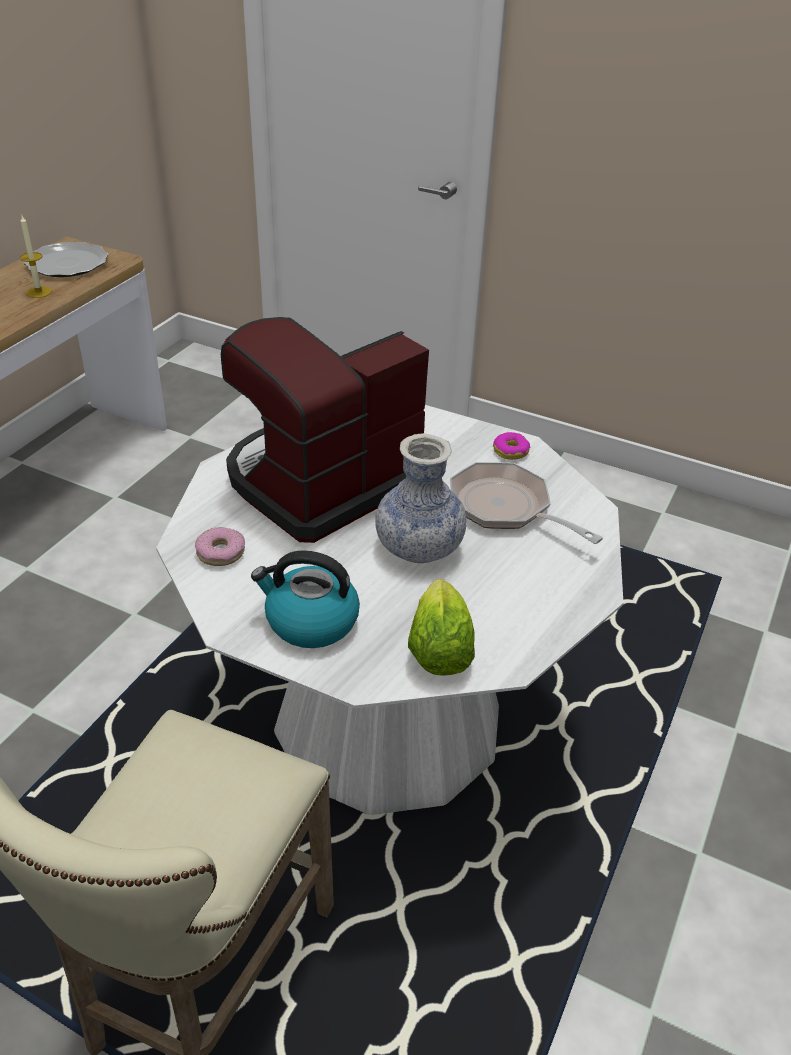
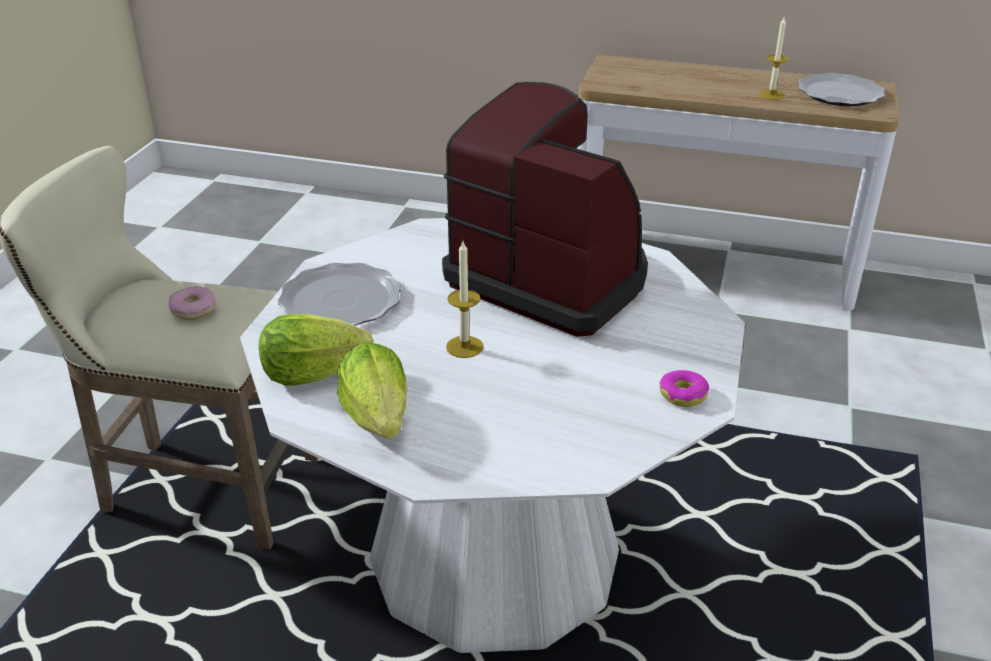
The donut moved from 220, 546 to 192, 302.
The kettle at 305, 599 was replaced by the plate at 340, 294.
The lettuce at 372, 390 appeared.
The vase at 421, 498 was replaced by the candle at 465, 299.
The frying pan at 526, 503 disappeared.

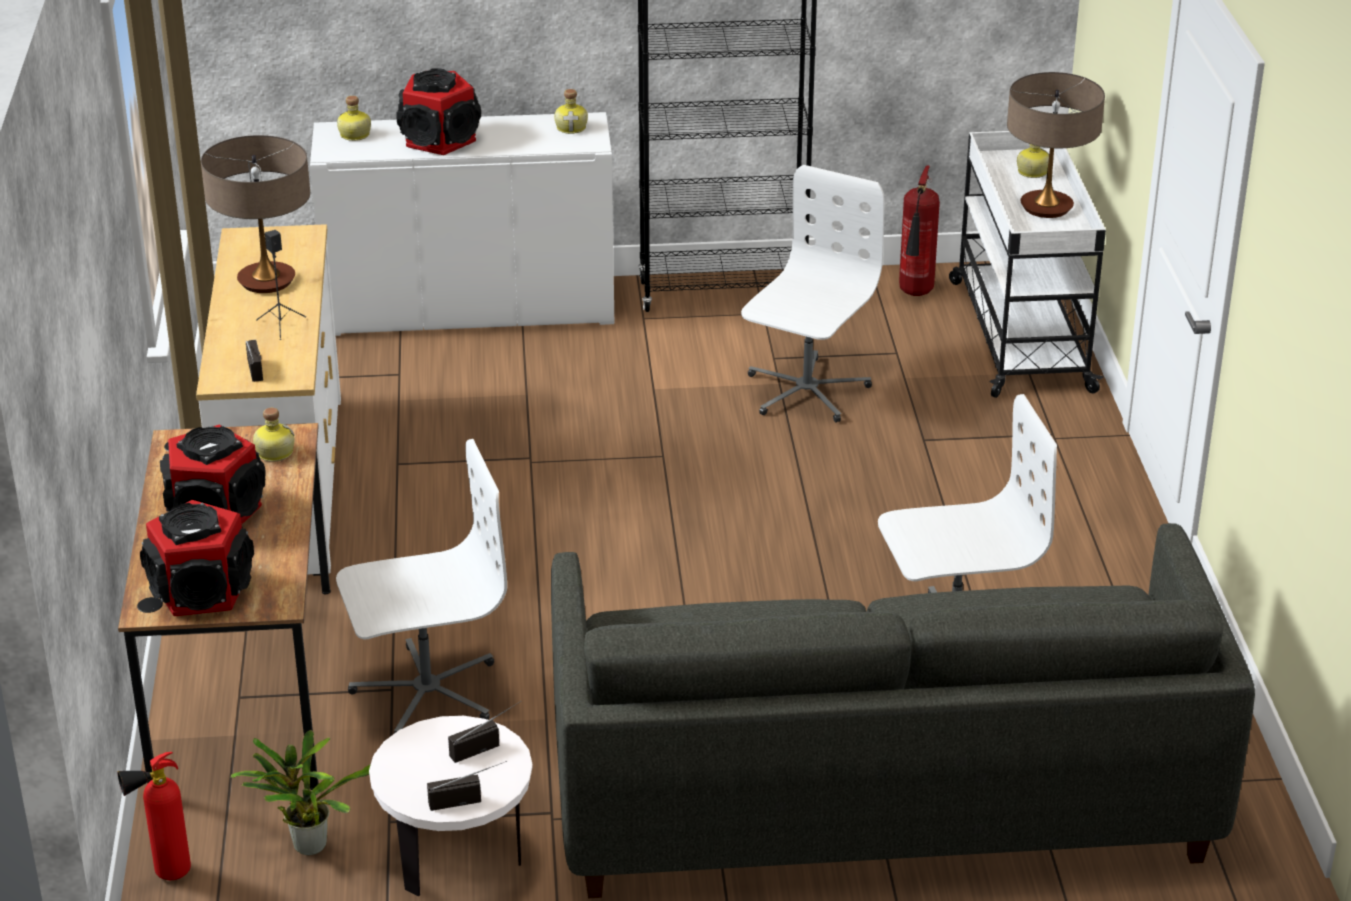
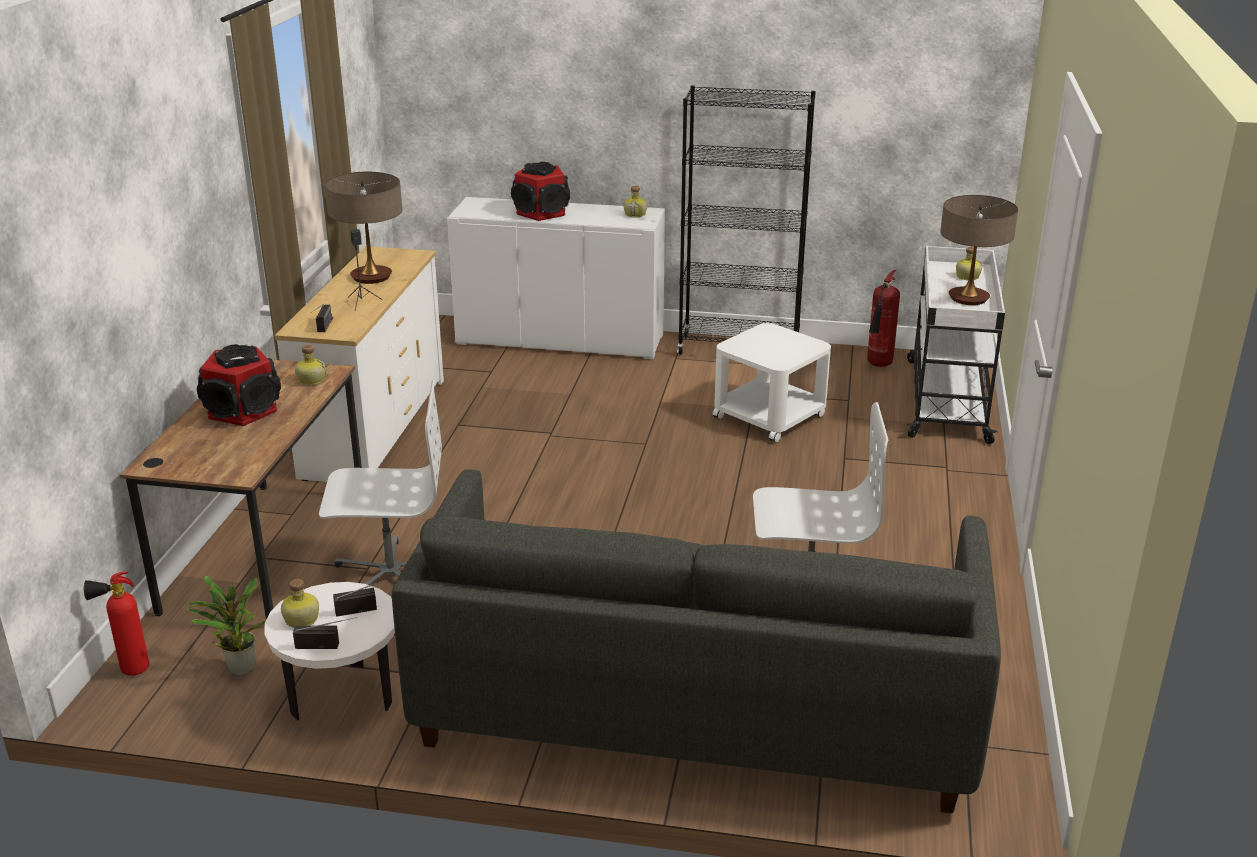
The bottle moved from 354, 118 to 300, 603.
The white office chair at 812, 294 was replaced by the white side table at 771, 383.
The speaker at 197, 558 disappeared.

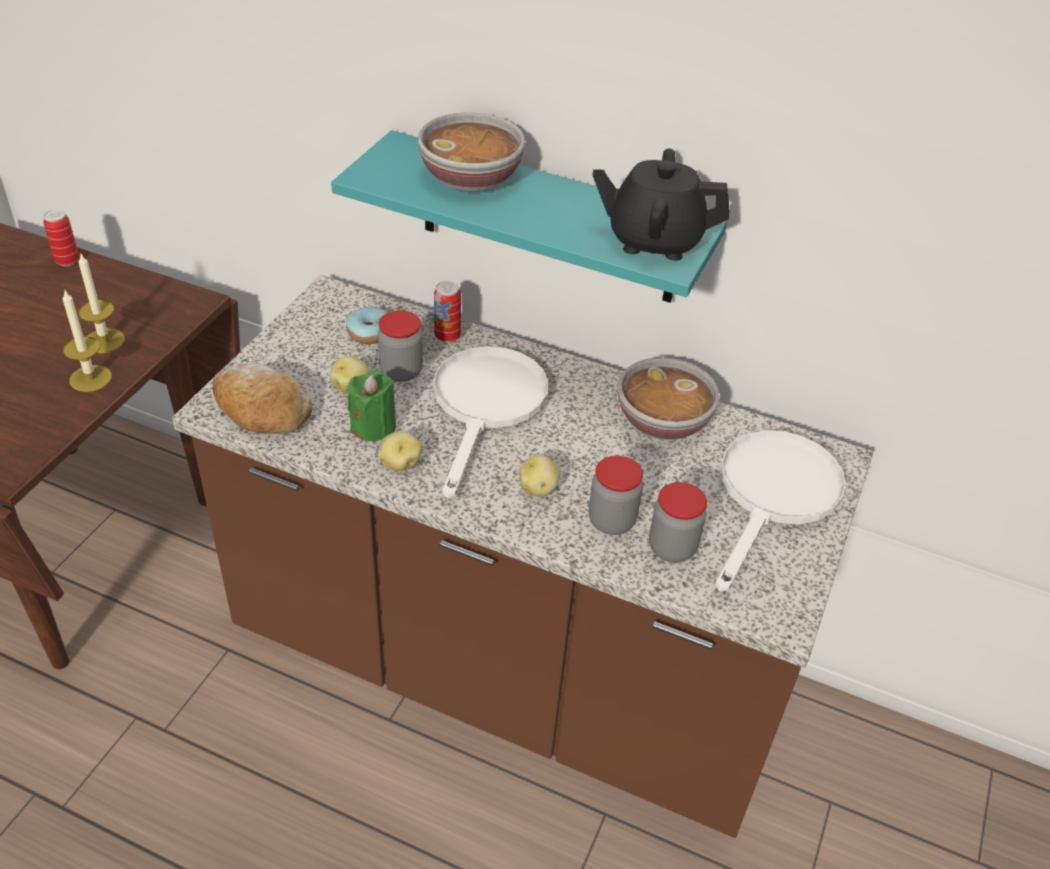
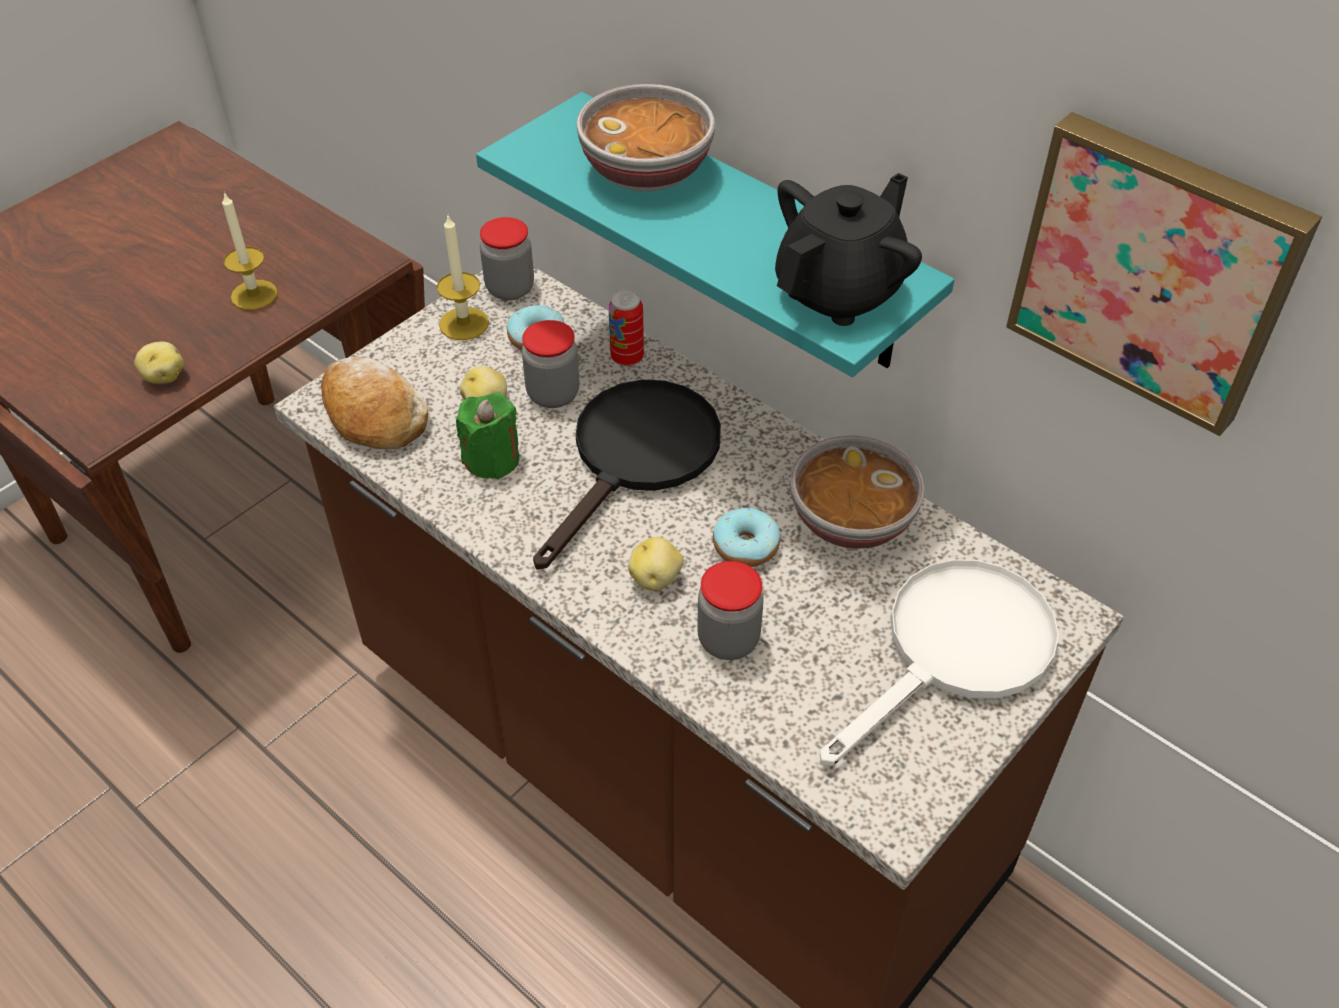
The potato moved from 400, 451 to 159, 363.
The candle moved from 87, 341 to 463, 278.
The jar moved from 678, 522 to 507, 259.
The white frying pan at 490, 422 became the black frying pan at 627, 475.
The donut at 746, 537 appeared.
The black teapot at 661, 205 turned 105 degrees clockwise.
The picture at 1164, 274 appeared.
The can at 61, 237 disappeared.

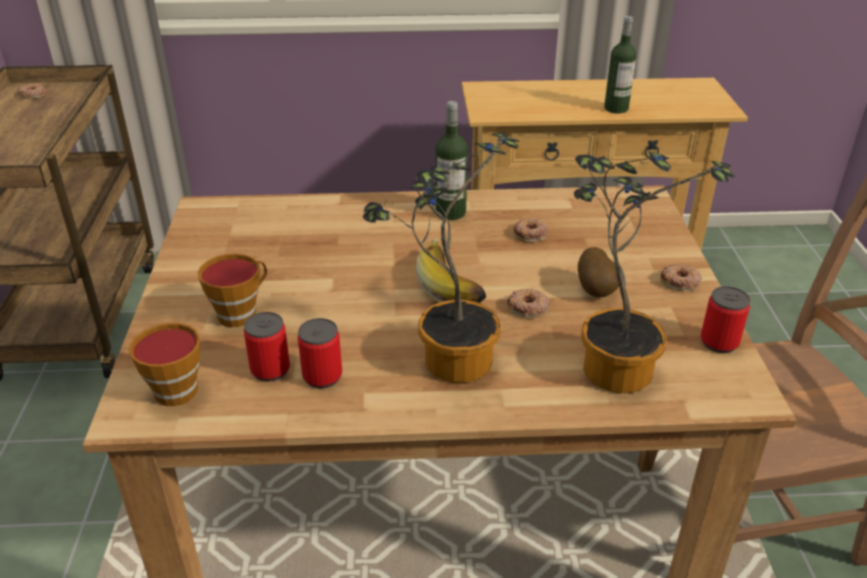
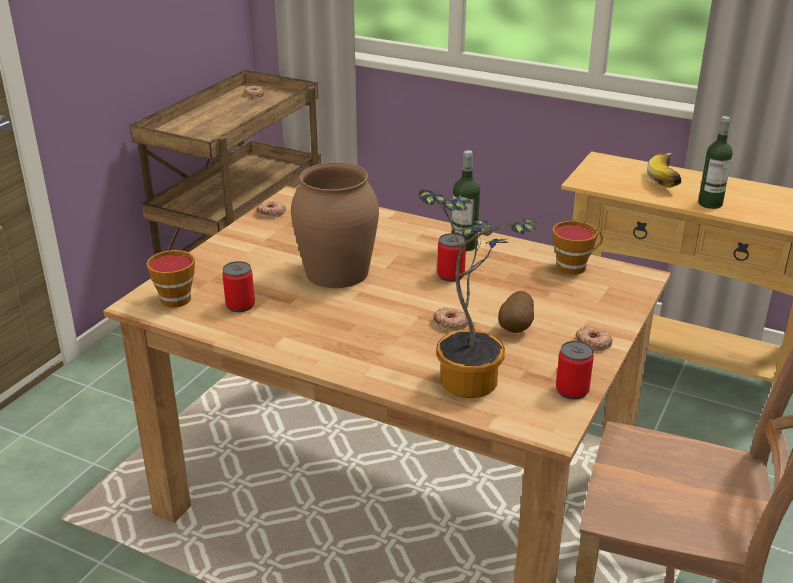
The donut moved from 531, 230 to 271, 209.
The brown vase at 335, 225 appeared.
The can moved from 320, 353 to 451, 257.
The cup moved from 232, 290 to 577, 248.
The banana moved from 451, 270 to 664, 170.
The potted plant at 441, 257 disappeared.

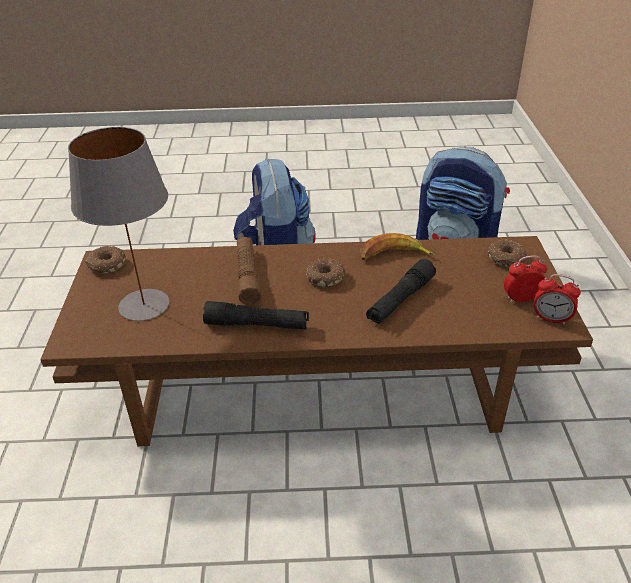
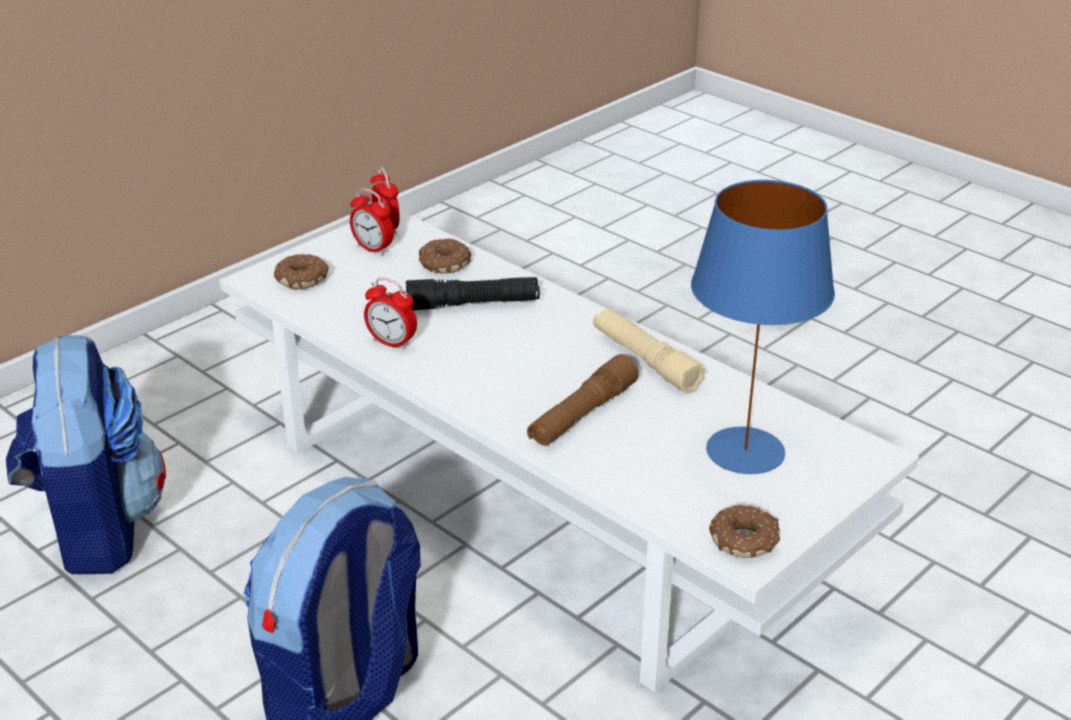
The brown coffee table at 316, 341 became the white coffee table at 569, 451.
The banana at 397, 246 was replaced by the alarm clock at 390, 314.
The donut moved from 326, 272 to 445, 256.
The black flashlight at 256, 315 became the beige flashlight at 649, 351.
The grey table lamp at 118, 224 became the blue table lamp at 763, 327.

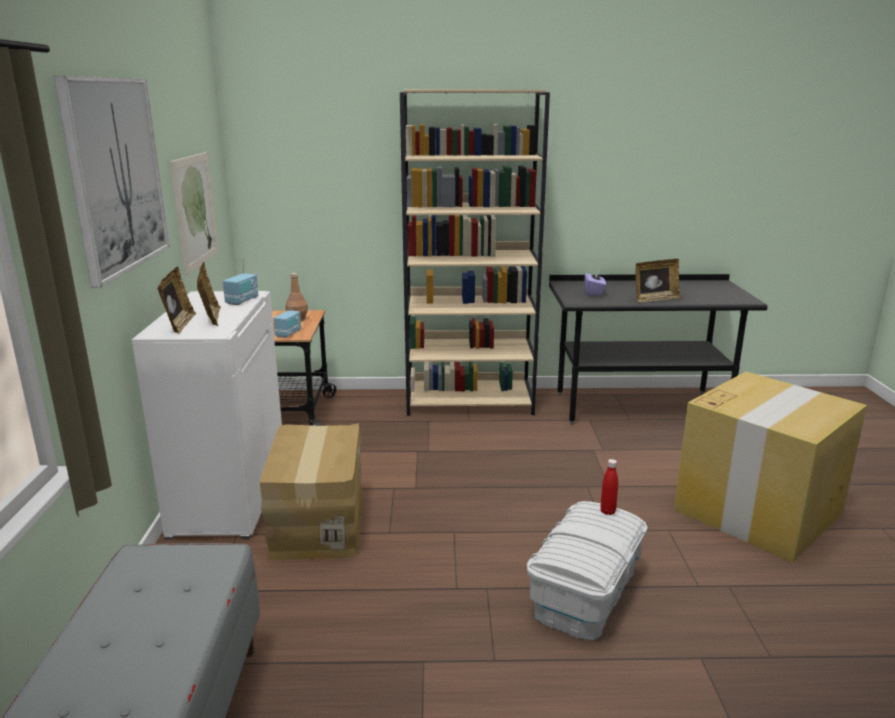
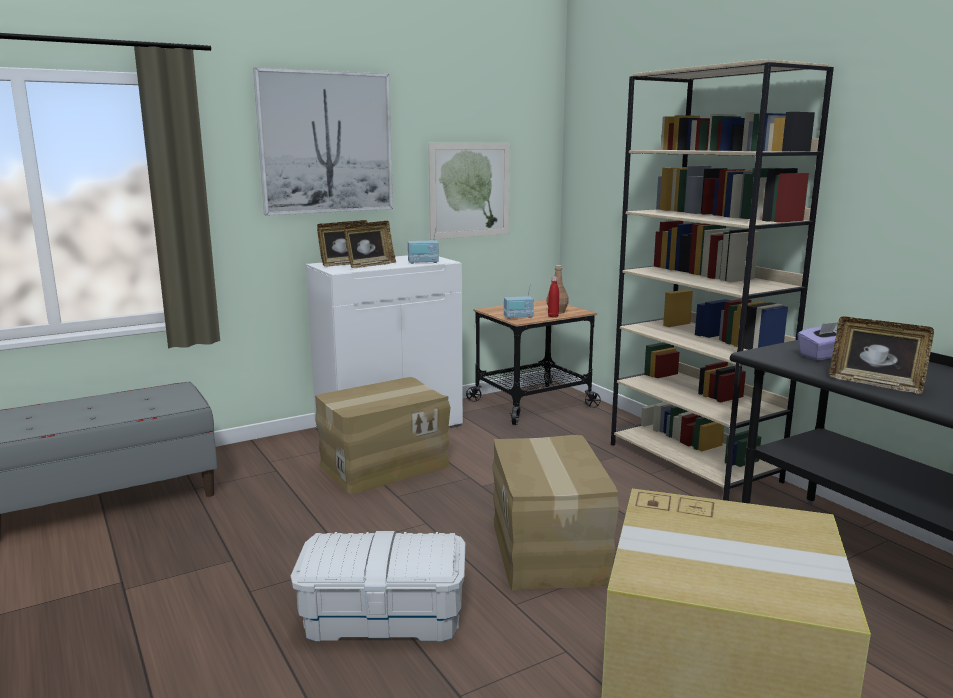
The cardboard box at 556, 513 appeared.
The red bottle moved from 609, 487 to 553, 297.

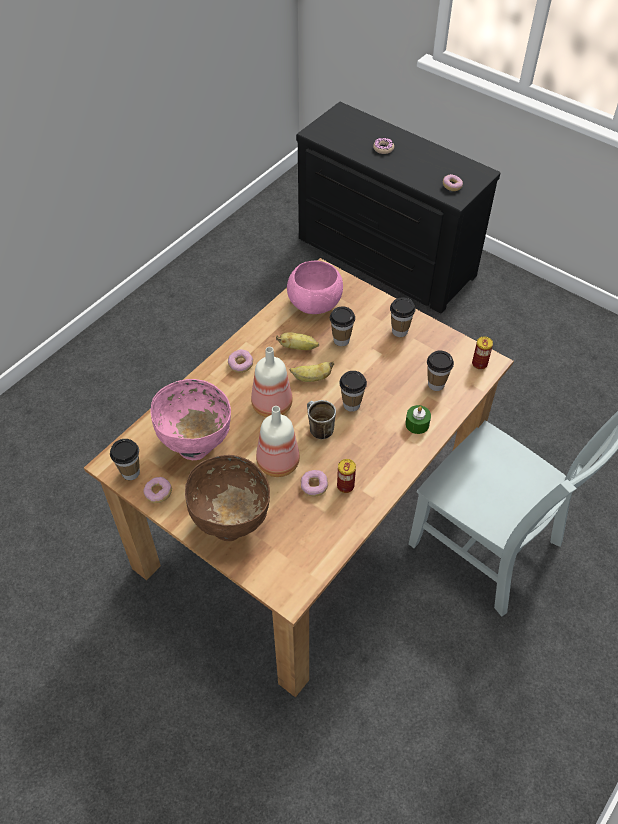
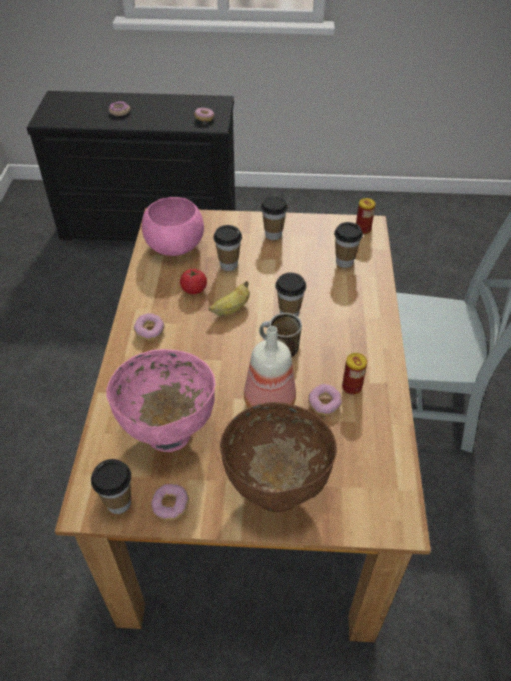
The banana at 297, 341 was replaced by the tomato at 193, 281.
The bottle at 272, 382 disappeared.
The green candle at 418, 419 disappeared.

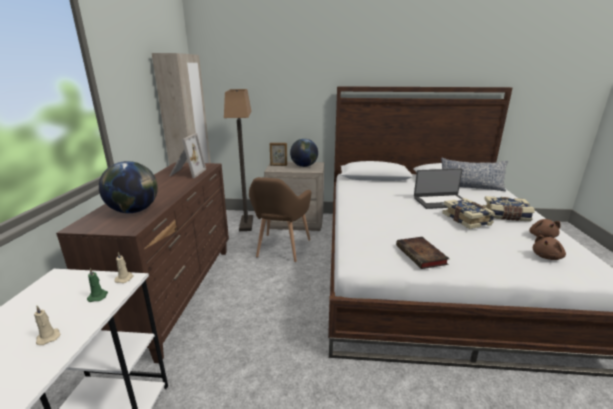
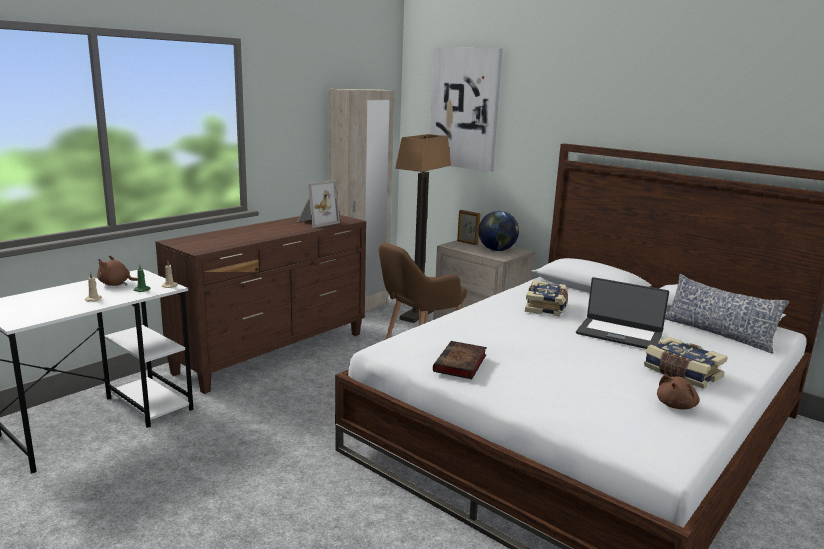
The brown plush toy moved from 549, 247 to 117, 270.
The picture at 466, 110 appeared.
The book moved from 468, 213 to 546, 298.
The globe at 128, 187 disappeared.

